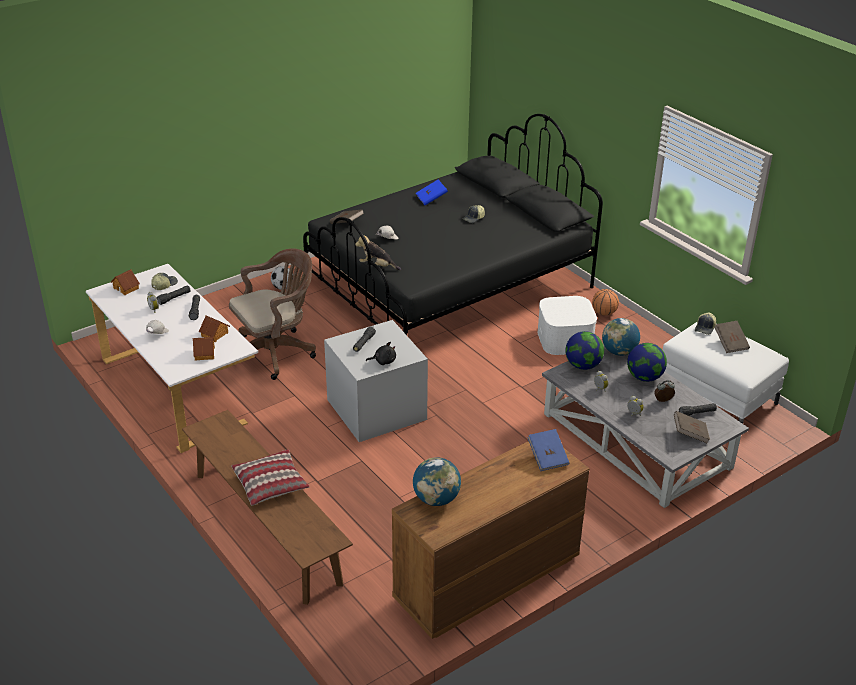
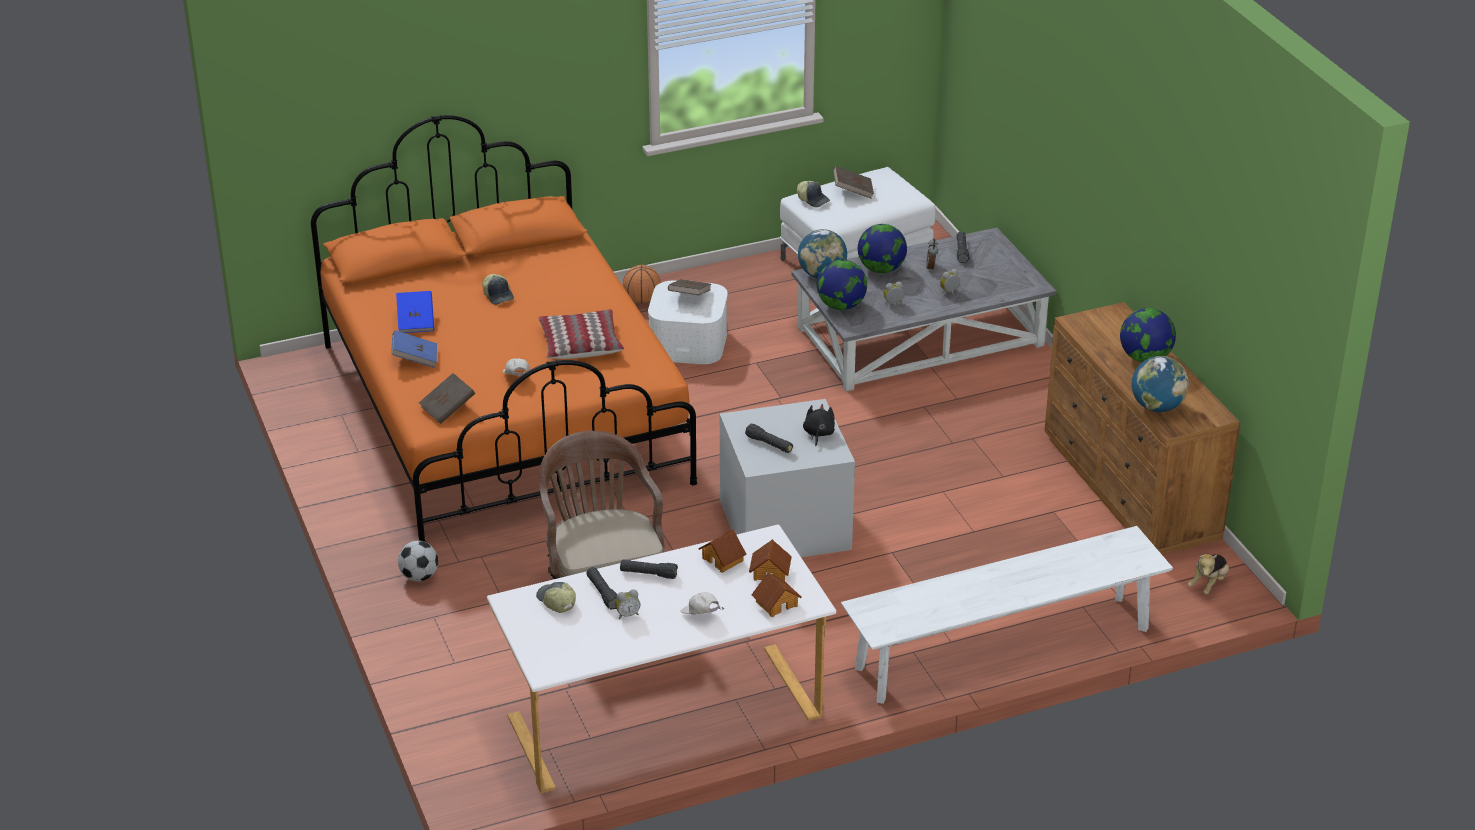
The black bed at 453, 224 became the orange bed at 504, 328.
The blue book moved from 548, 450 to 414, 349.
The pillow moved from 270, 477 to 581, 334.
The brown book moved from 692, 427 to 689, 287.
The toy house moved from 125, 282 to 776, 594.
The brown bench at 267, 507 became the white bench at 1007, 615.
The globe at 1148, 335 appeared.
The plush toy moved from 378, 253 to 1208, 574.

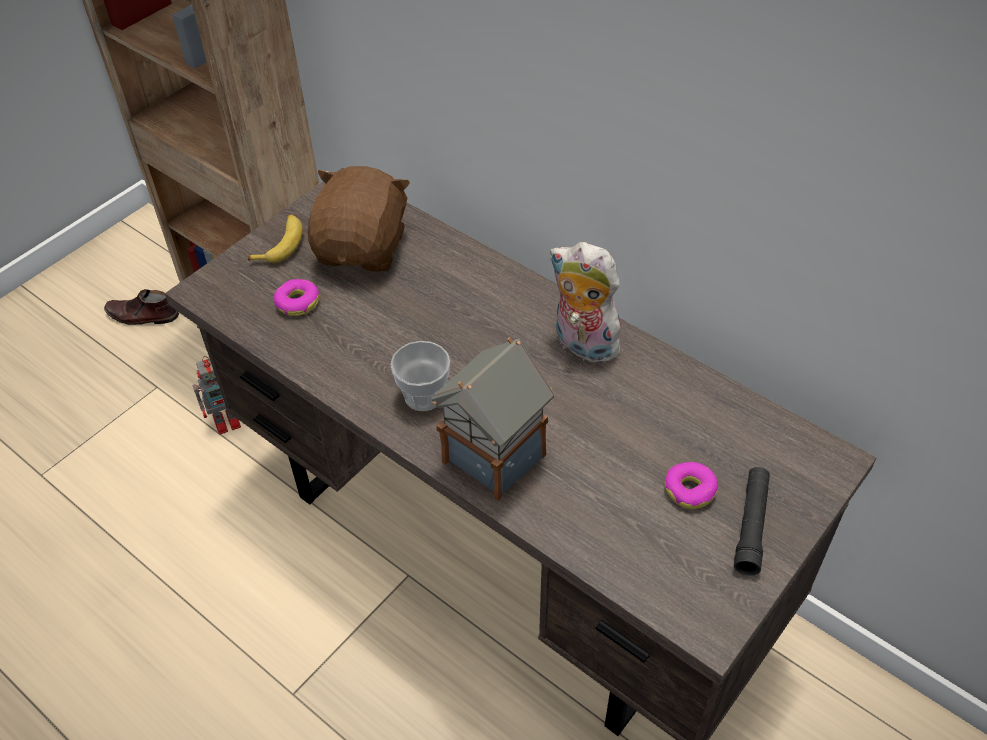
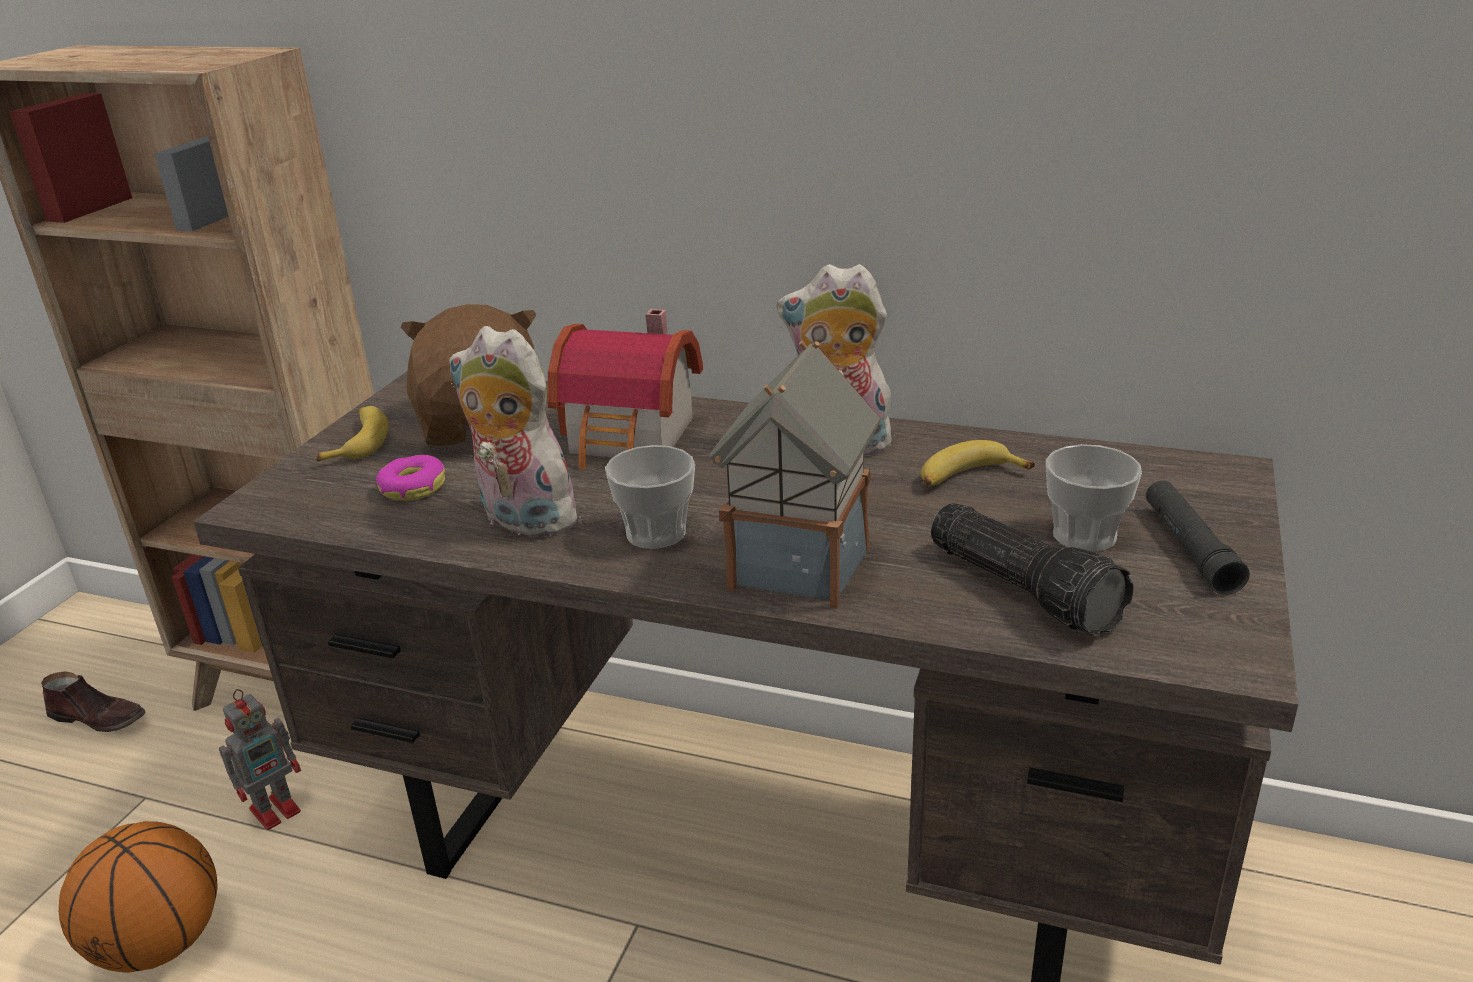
The brown shoe at 141, 307 turned 150 degrees counterclockwise.
The basketball at 138, 896 appeared.
The plush toy at 519, 433 appeared.
The toy house at 625, 389 appeared.
The banana at 978, 463 appeared.
The flashlight at 1032, 569 appeared.
The donut at 691, 485 was replaced by the cup at 1094, 498.

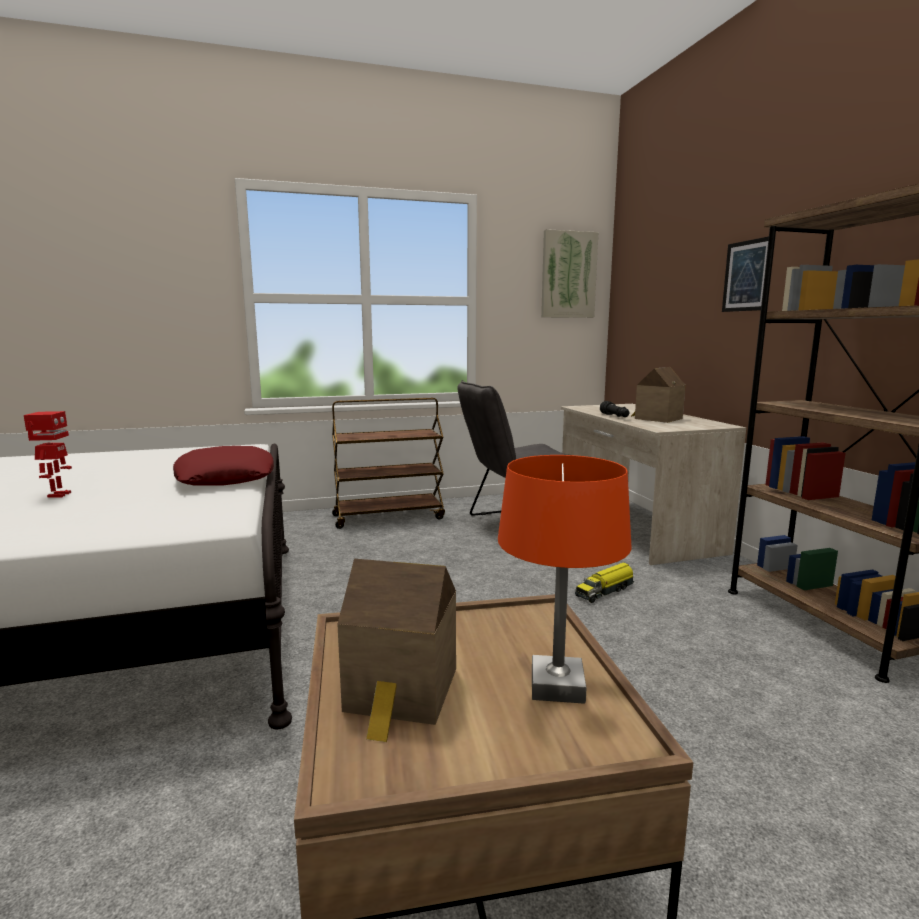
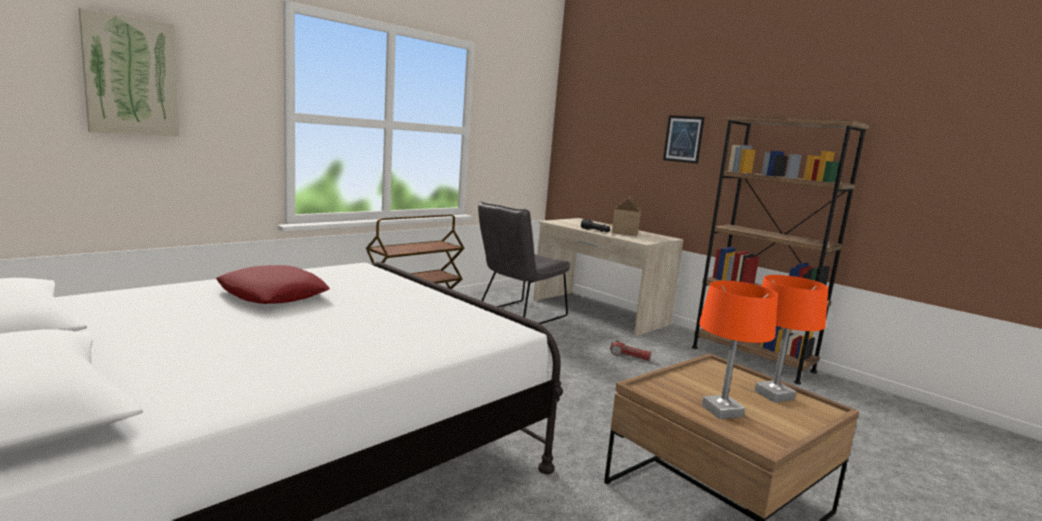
The picture moved from 569, 273 to 129, 72.
The red pillow moved from 223, 466 to 273, 284.
The toy truck at 604, 582 was replaced by the flashlight at 630, 350.
The toy house at 396, 650 was replaced by the orange table lamp at 738, 350.
The toy robot at 48, 454 disappeared.

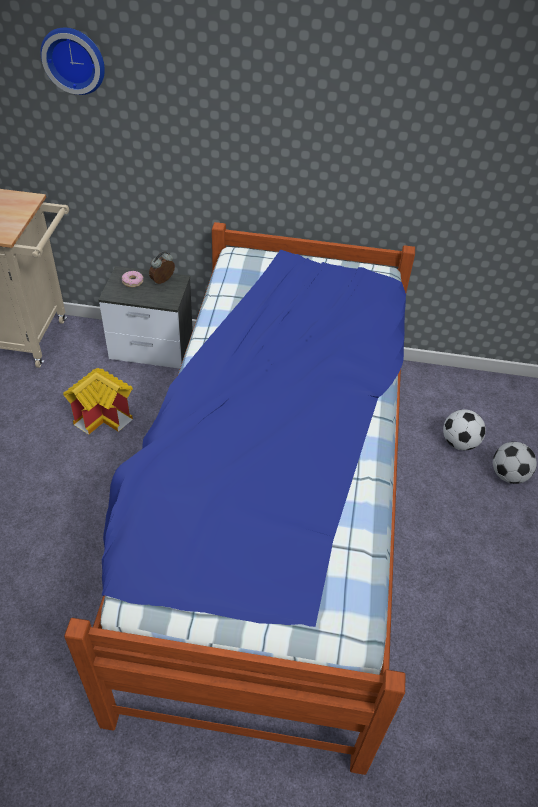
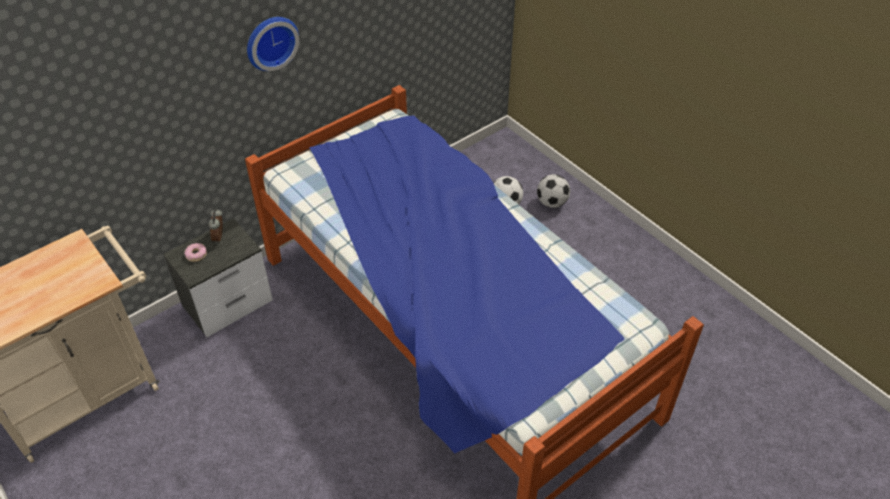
The wall clock moved from 72, 61 to 273, 44.
The toy house at 98, 401 disappeared.

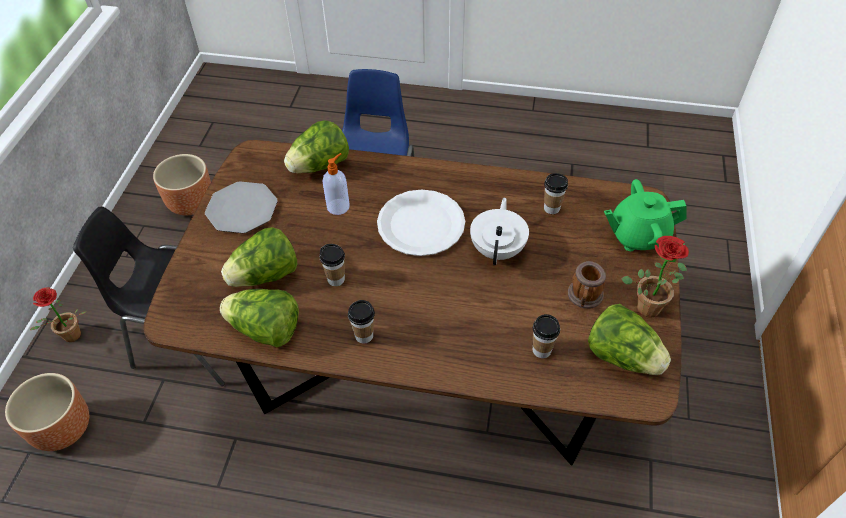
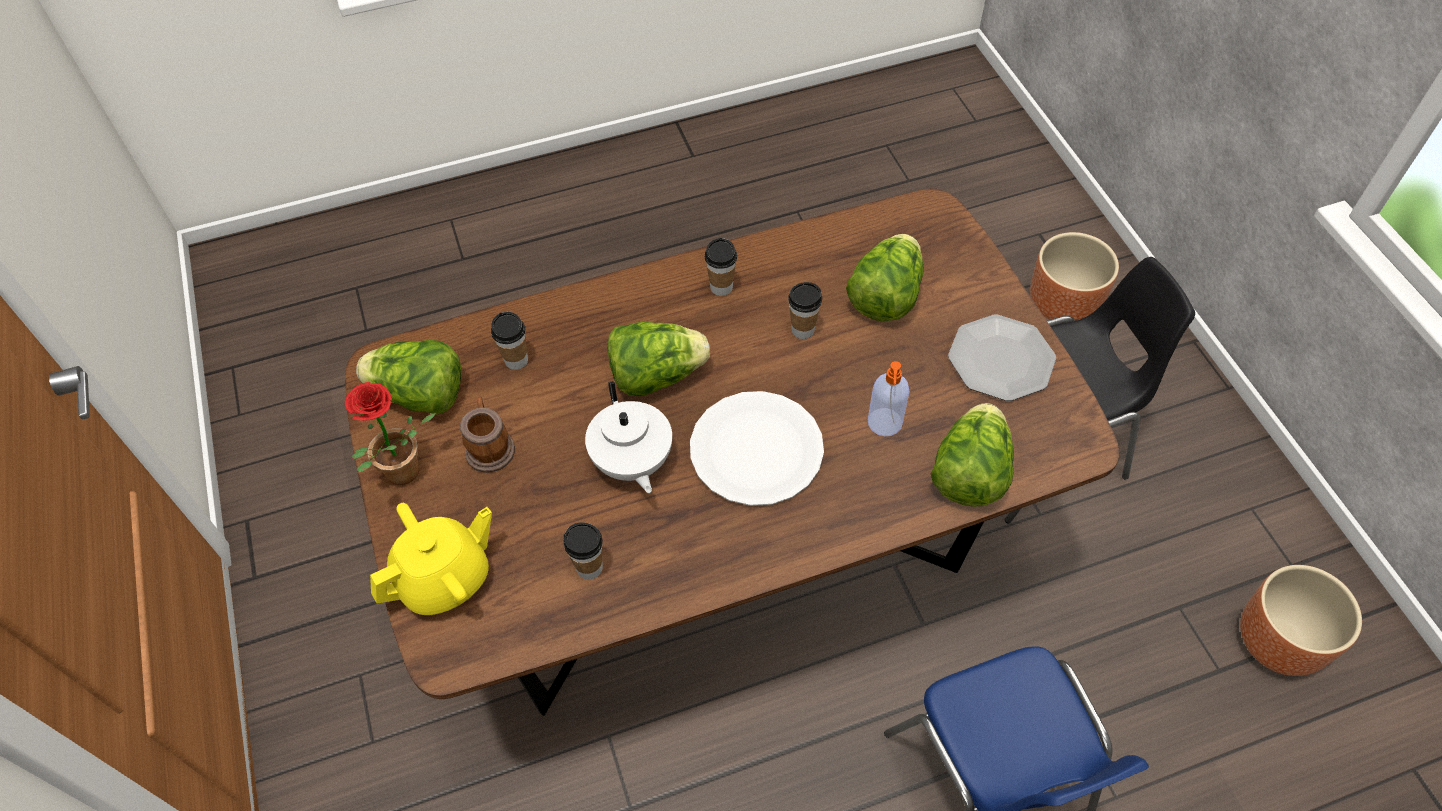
The green teapot at 645, 215 became the yellow teapot at 431, 559.
The lettuce moved from 259, 318 to 658, 359.
The potted plant at 58, 314 disappeared.

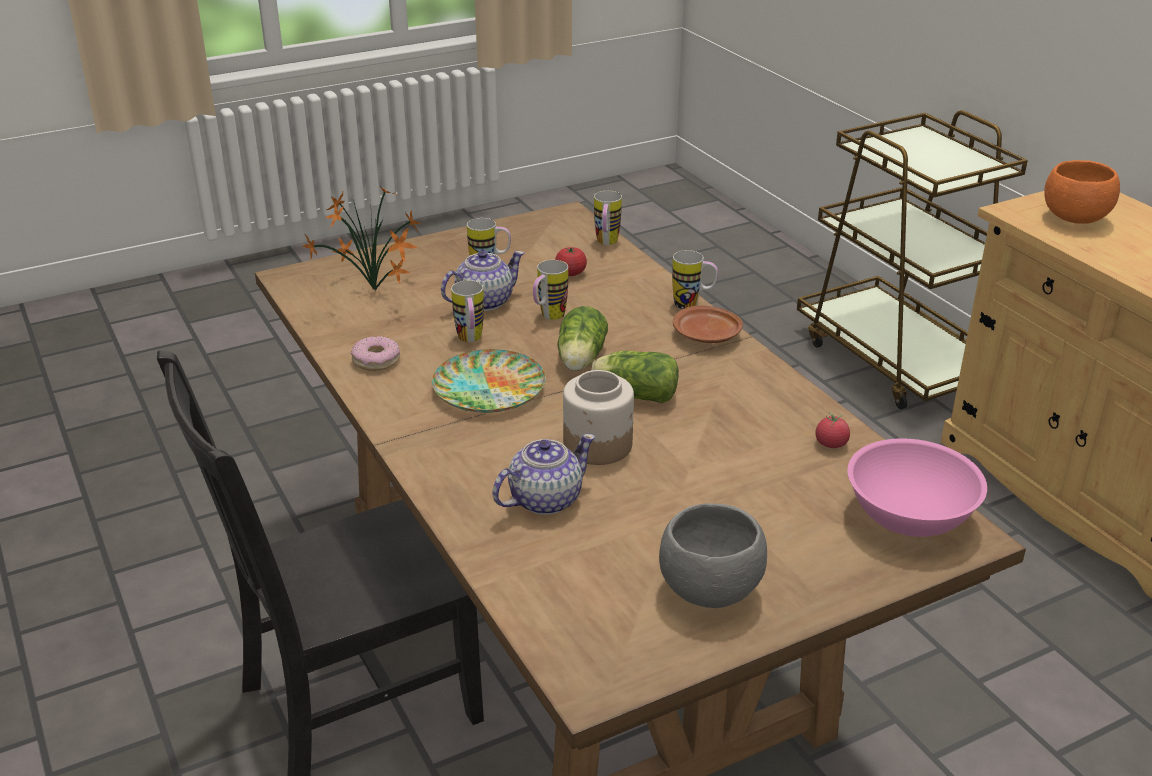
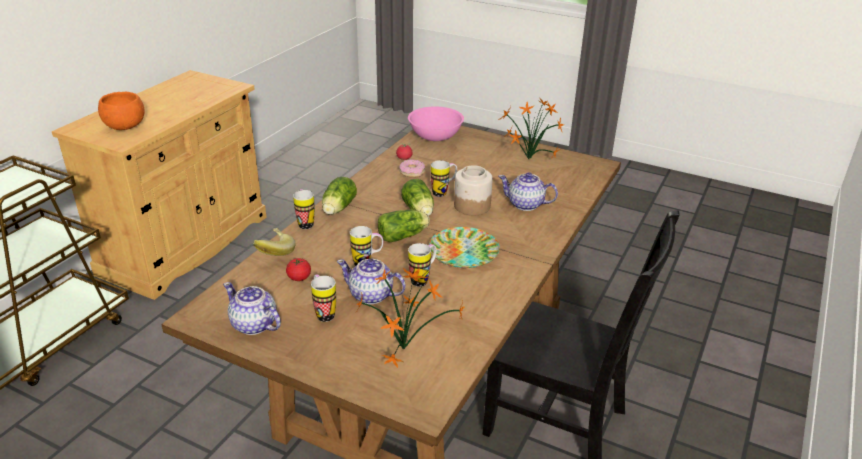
The teapot at 252, 308 appeared.
The banana at 274, 242 appeared.
The brown plate at 708, 324 was replaced by the lettuce at 339, 196.
The donut moved from 375, 353 to 412, 168.
The mug moved from 608, 218 to 444, 178.
The grey bowl at 713, 555 was replaced by the potted plant at 531, 128.

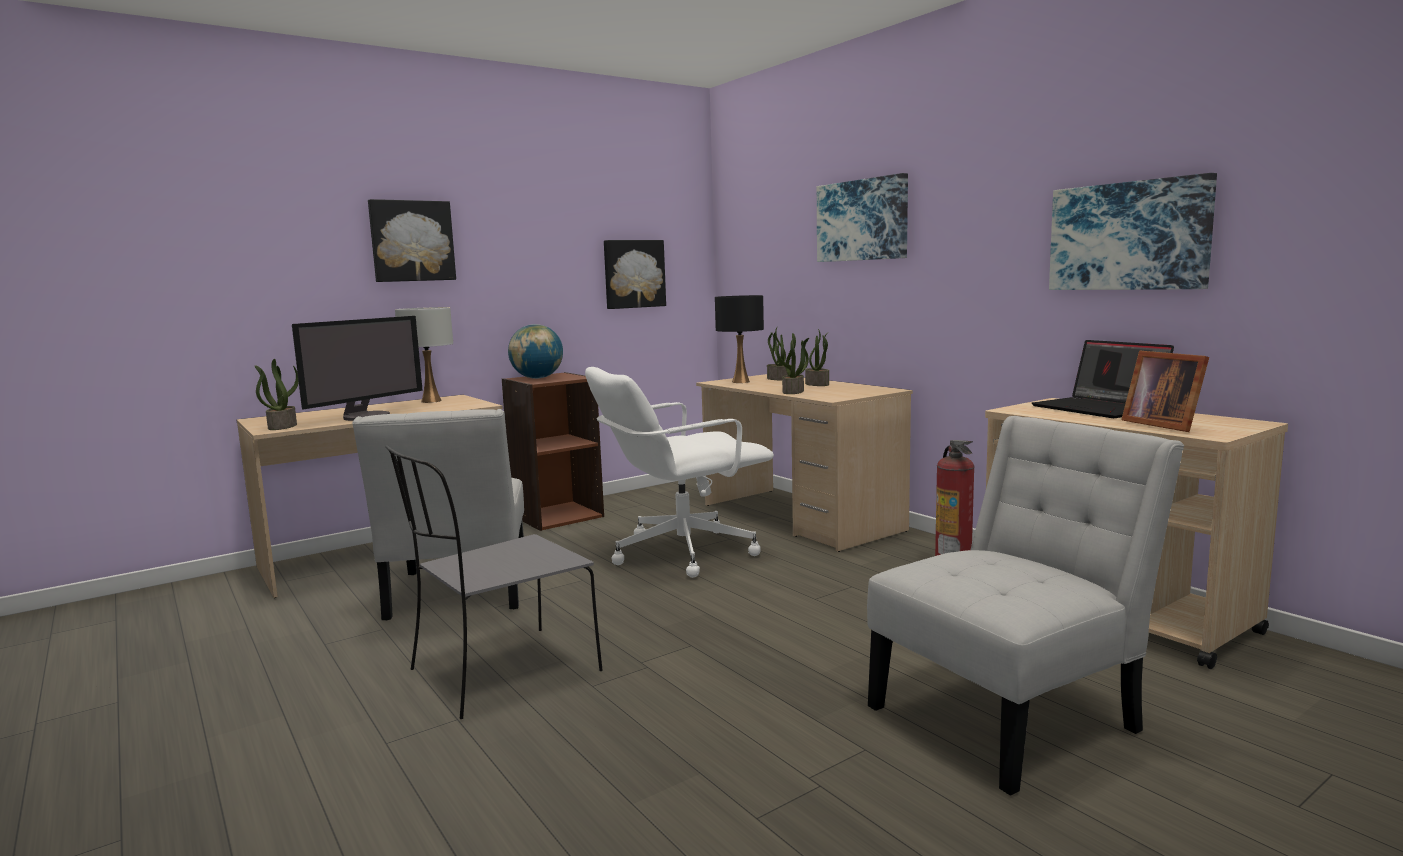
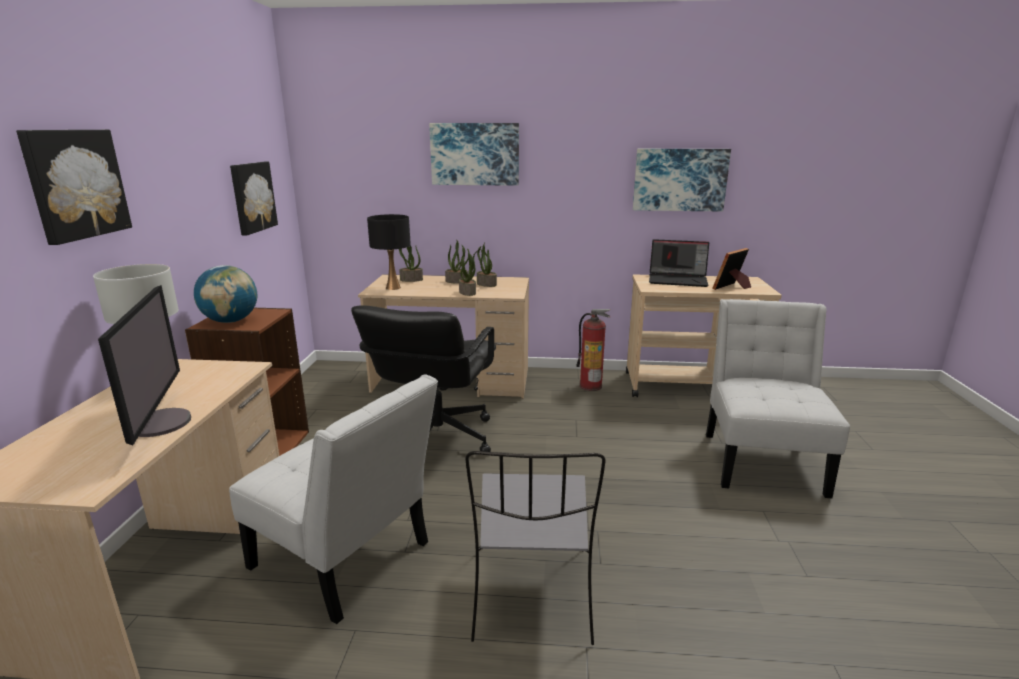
The white office chair at 679, 472 became the black office chair at 423, 378.
The potted plant moved from 276, 394 to 487, 264.
The picture frame at 1165, 391 turned 120 degrees clockwise.

